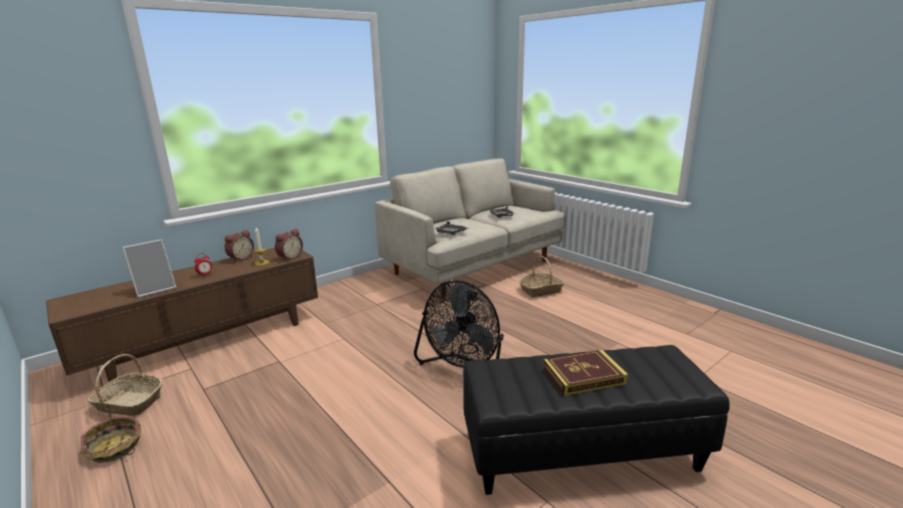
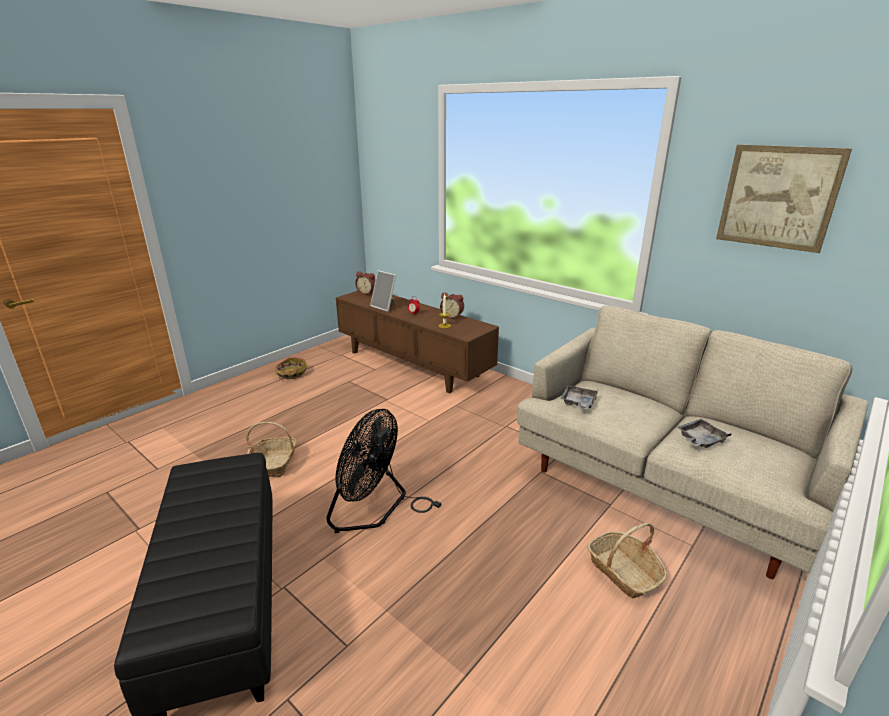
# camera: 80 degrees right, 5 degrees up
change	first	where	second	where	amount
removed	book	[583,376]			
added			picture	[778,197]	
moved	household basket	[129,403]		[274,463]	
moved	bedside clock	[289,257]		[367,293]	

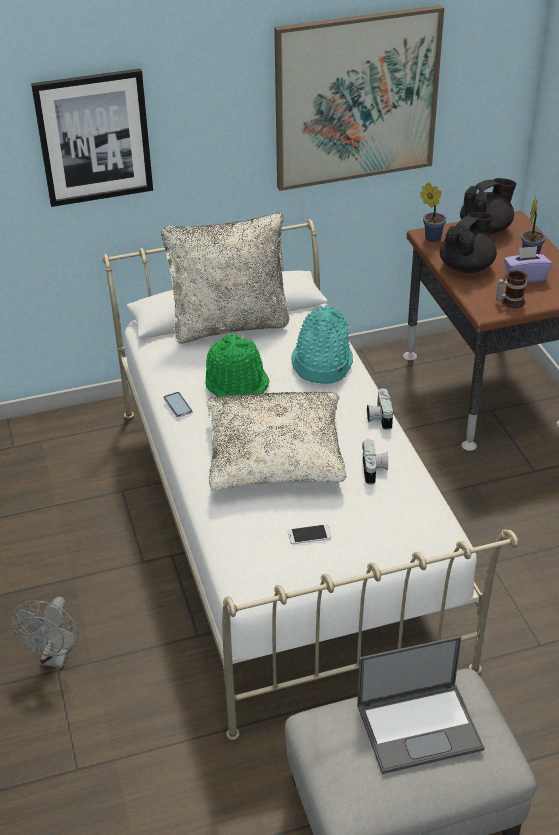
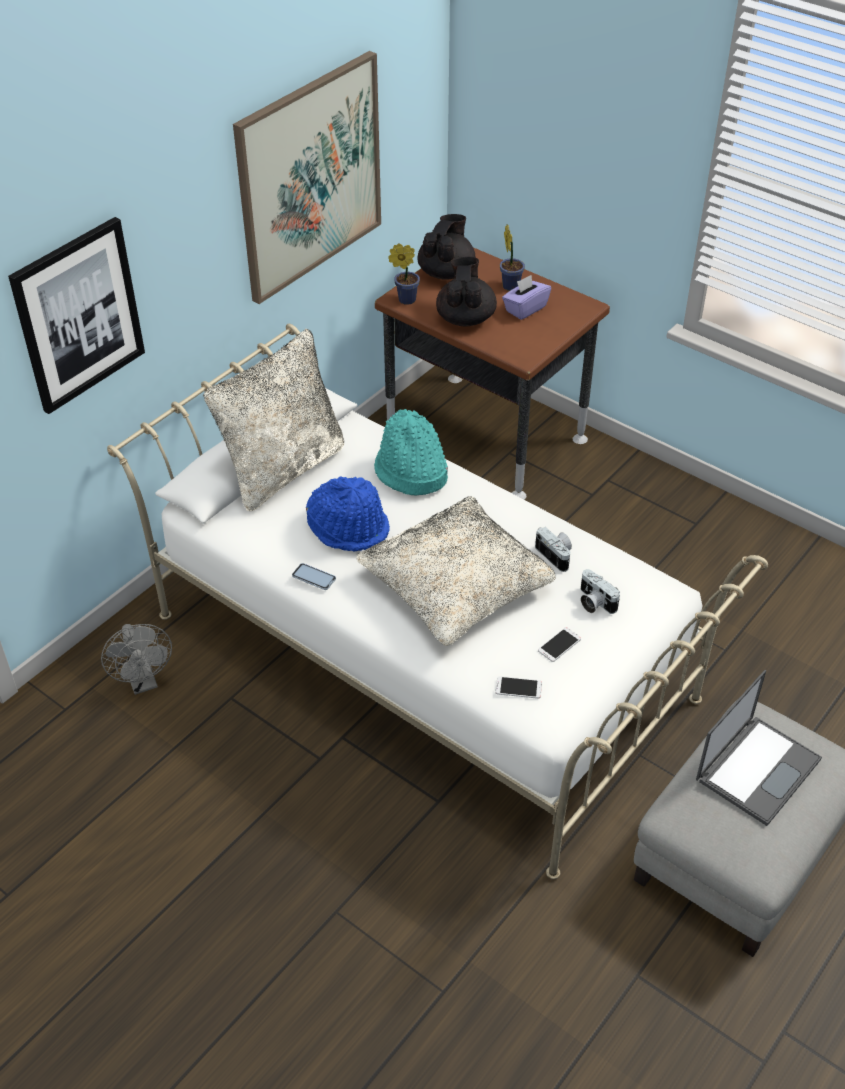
# camera: 35 degrees left, 5 degrees up
change	first	where	second	where	amount
removed	coffee mug	[510,301]			
added			phone	[518,688]	
moved	greyish cooling fan	[56,657]		[143,682]	
moved	photo camera	[378,417]		[594,602]	
recoloured	green-coloured hat	[237,382]	bluish hat	[349,527]	

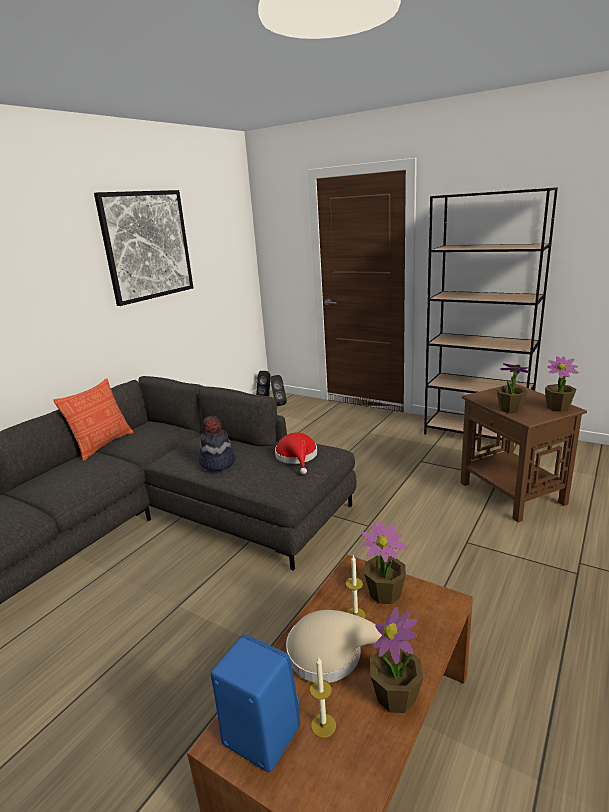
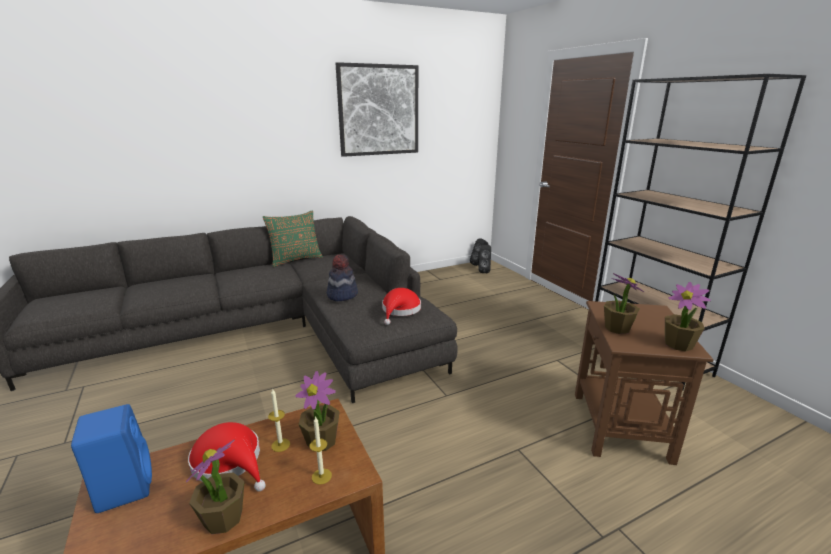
# camera: 30 degrees right, 0 degrees up
change	first	where	second	where	amount
moved	candle	[323,725]		[321,476]	
recoloured	orange cushion	[103,445]	green-coloured cushion	[296,260]	
recoloured	sand-coloured hat	[331,653]	red hat	[230,462]	

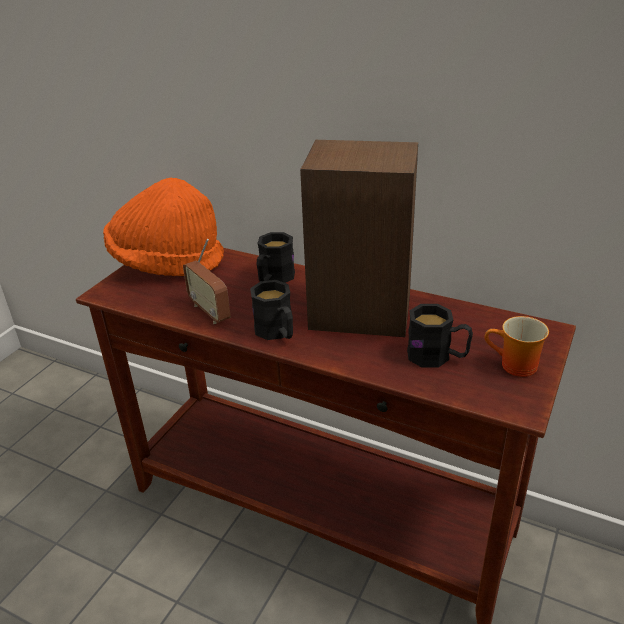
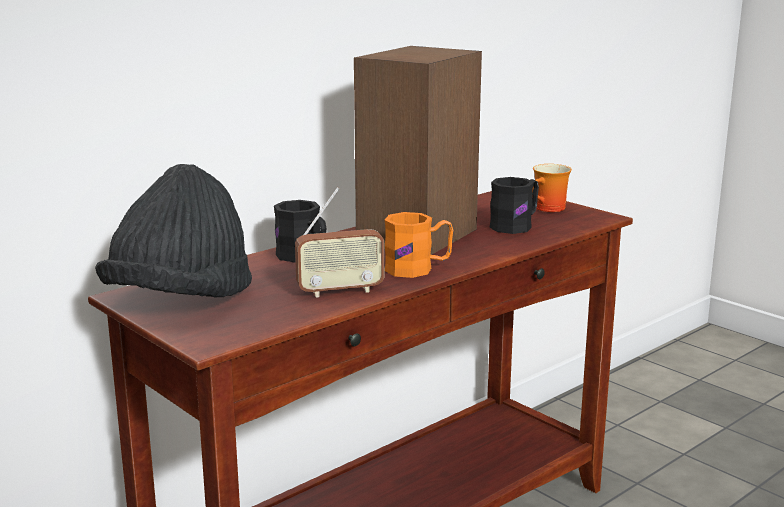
# camera: 70 degrees left, 15 degrees down
change	first	where	second	where	amount
recoloured	orange hat	[167,263]	black-coloured hat	[181,301]	
recoloured	black-coloured coffee mug	[277,332]	orange coffee mug	[418,268]	

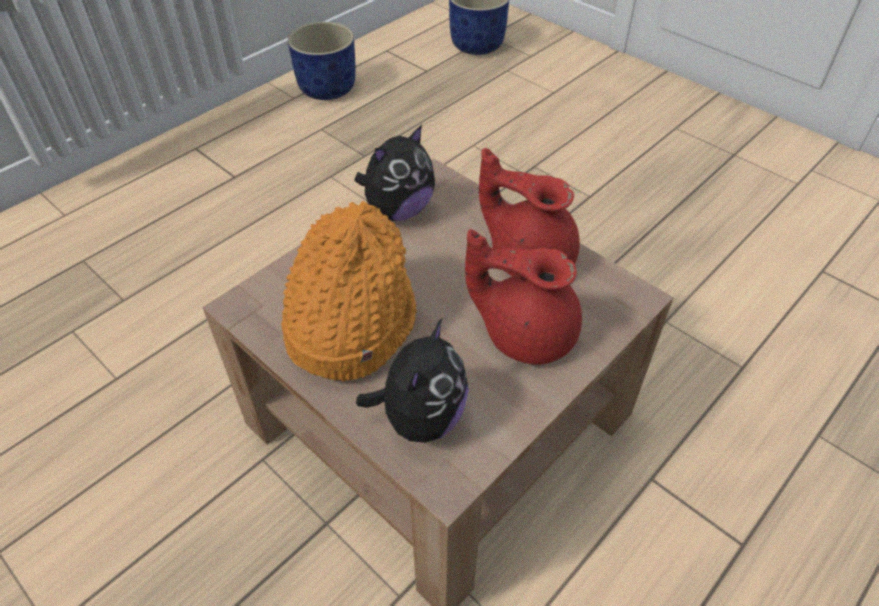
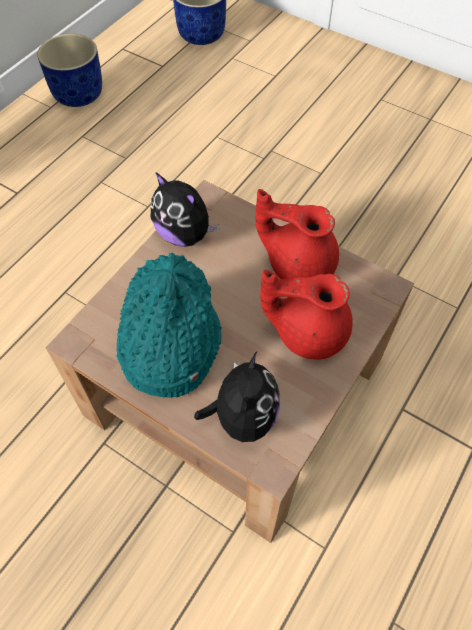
# camera: 10 degrees left, 10 degrees up
change	first	where	second	where	amount
recoloured	orange hat	[349,321]	blue-green hat	[168,342]	
turned	soft toy	[398,210]		[184,234]	90 degrees clockwise

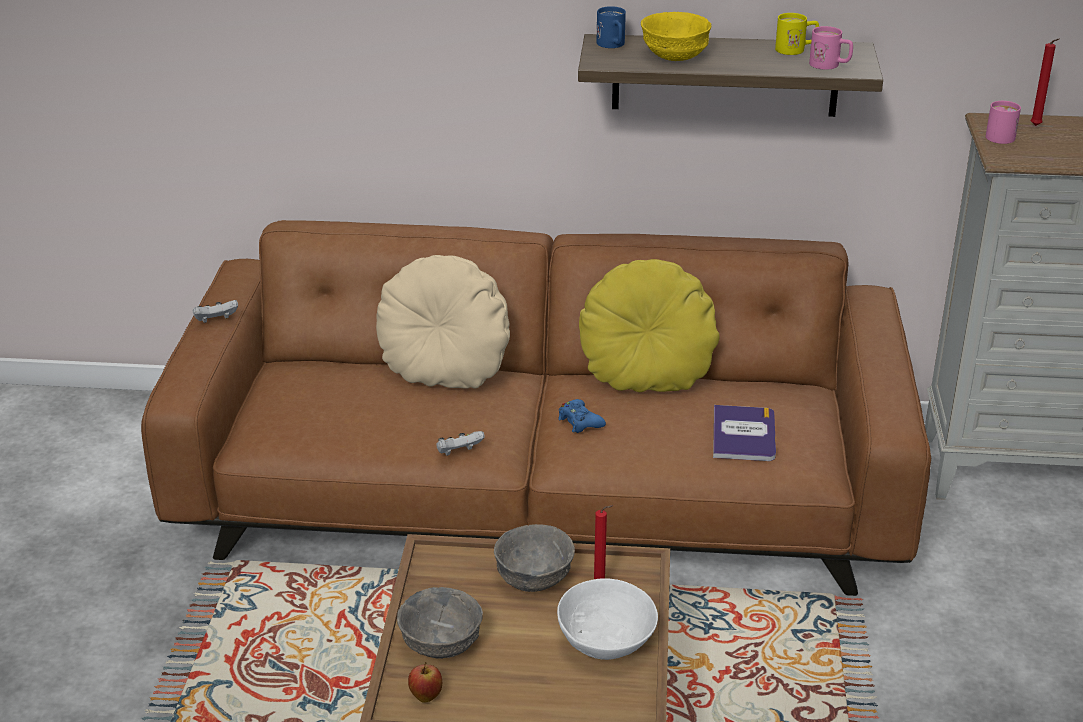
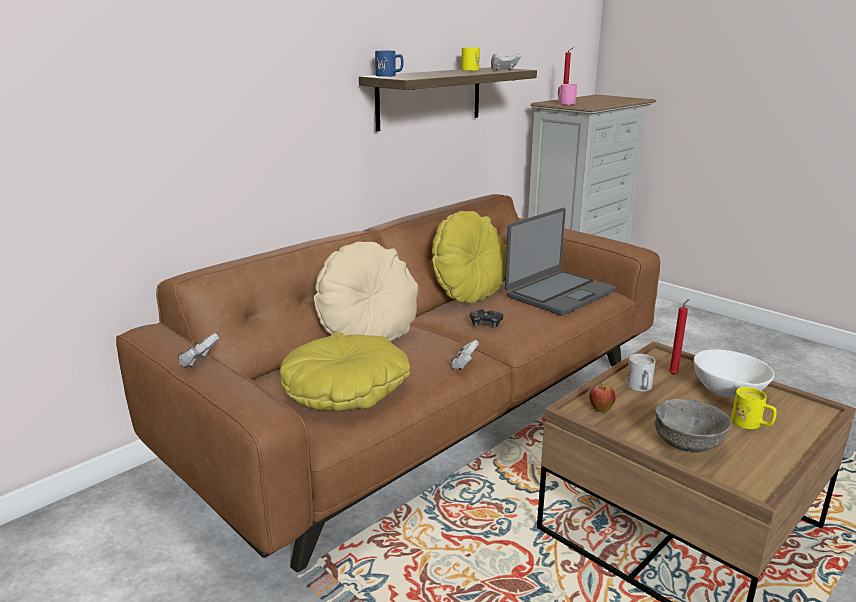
# camera: 50 degrees left, 10 degrees down
change	first	where	second	where	amount
removed	yellow-coloured deep dish	[675,55]			
added			yellow-coloured cushion	[343,388]	
added			yellow-coloured coffee mug	[751,424]	
moved	apple	[426,696]		[600,409]	
replaced	greyish deep dish	[534,579]	whitish coffee mug	[640,388]	
replaced	book	[744,434]	laptop	[559,293]	
replaced	pink-coloured coffee mug	[830,65]	whitish game controller	[504,70]	
recoloured	bluish game controller	[579,422]	black-coloured game controller	[485,323]	

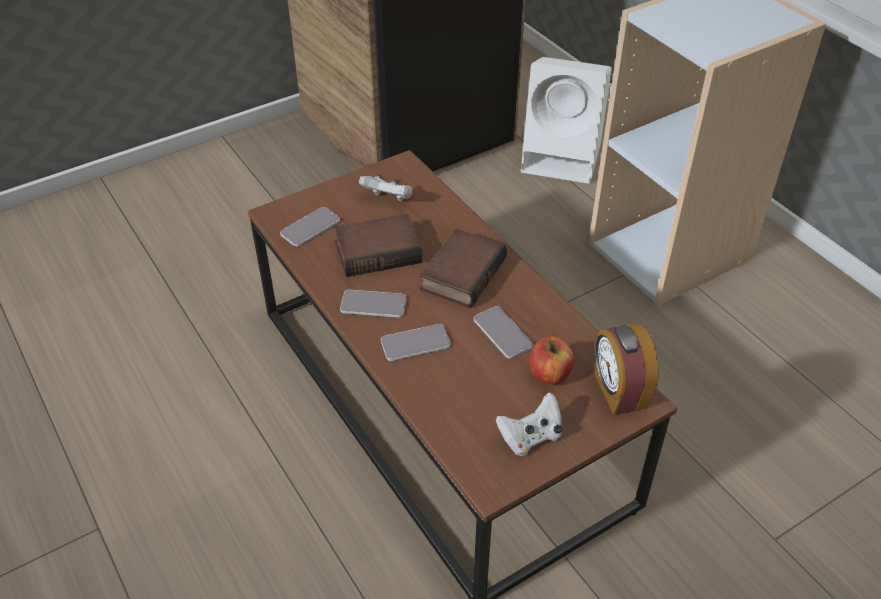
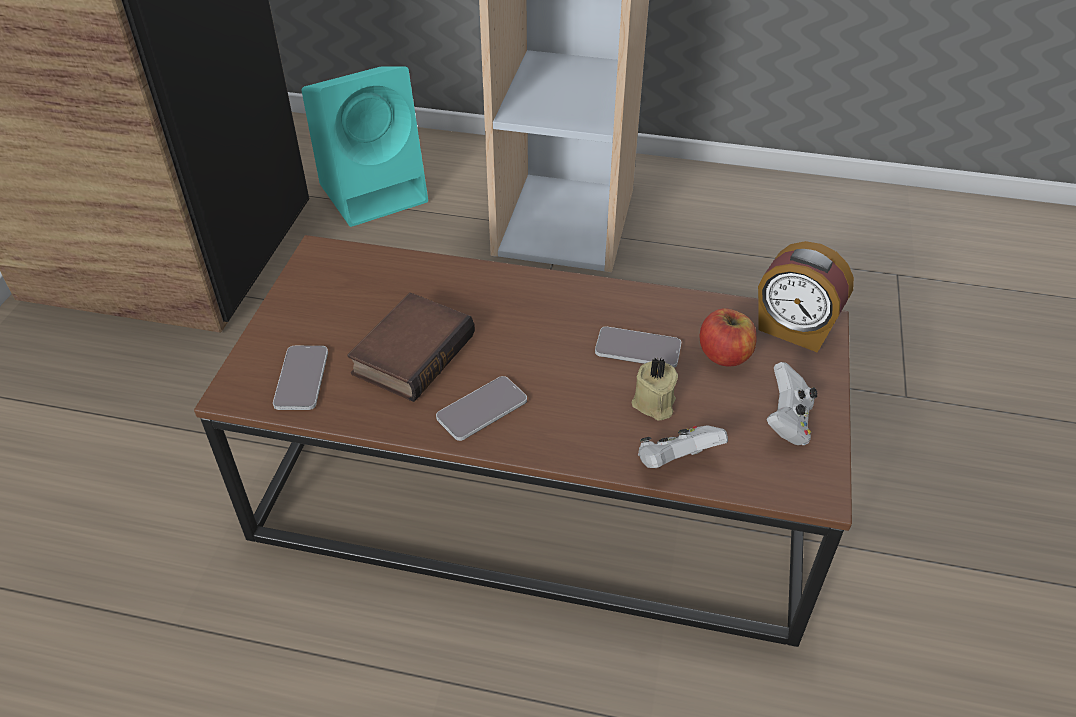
# camera: 45 degrees left, 0 degrees up
change	first	where	second	where	amount
removed	phone	[415,343]			
removed	book	[461,273]			
added			sand-coloured candle	[654,404]	
moved	whitish game controller	[388,199]		[676,462]	
recoloured	whitish speaker	[564,158]	blue-green speaker	[376,192]	

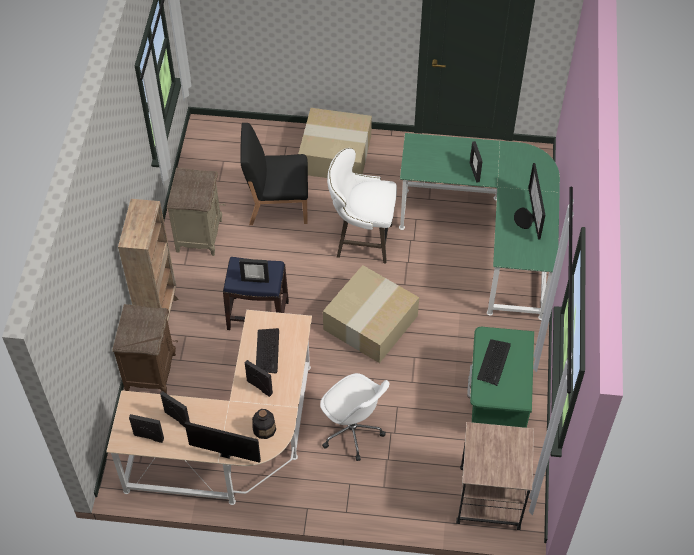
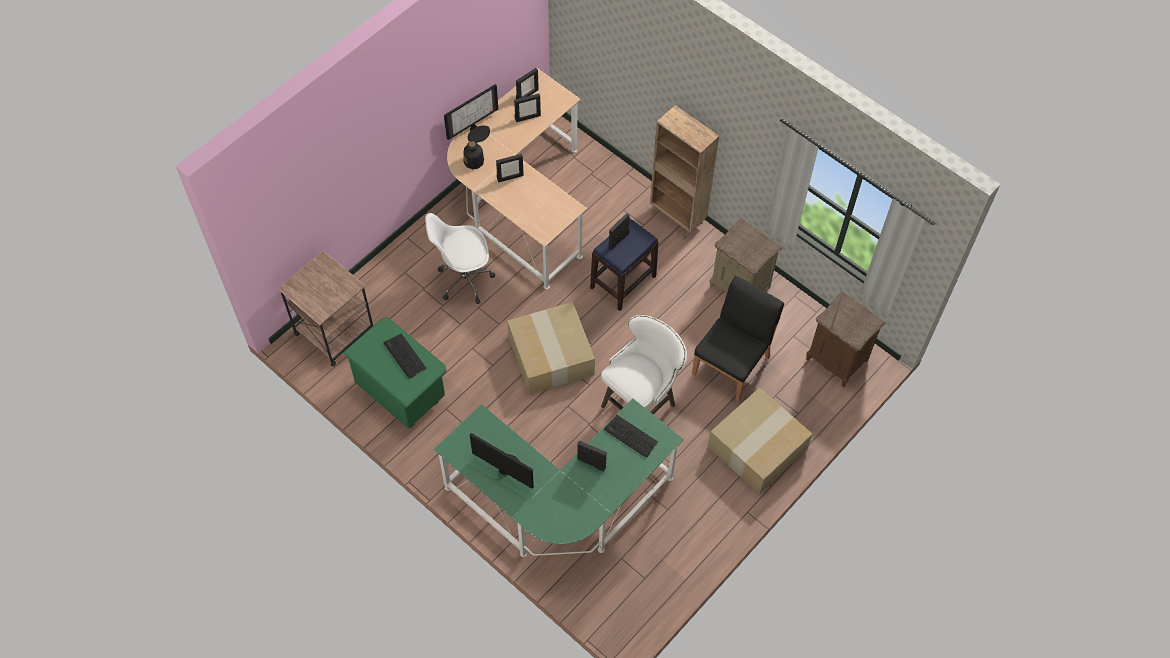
# camera: 125 degrees right, 5 degrees up
change	first	where	second	where	amount
moved	brown-coloured night table	[152,372]		[836,361]	
moved	keyboard	[267,351]		[630,436]	

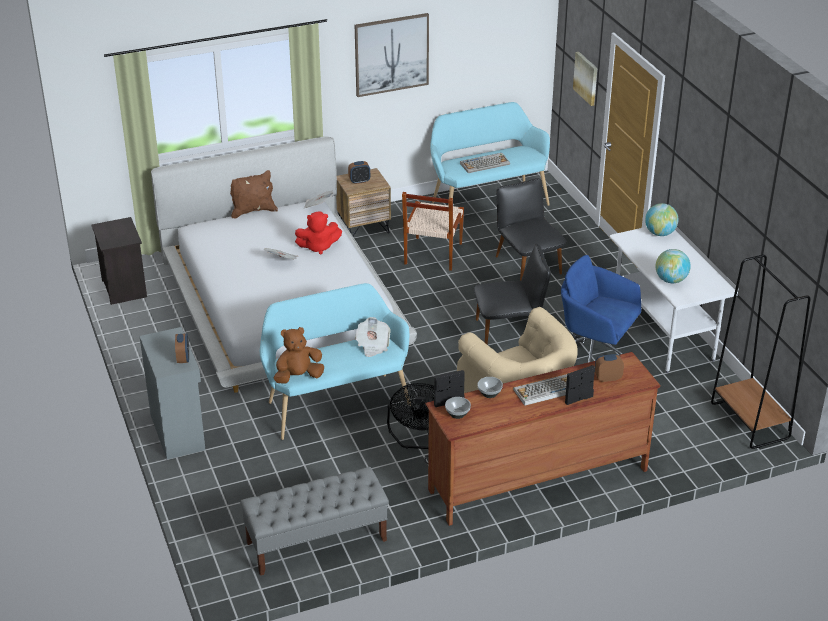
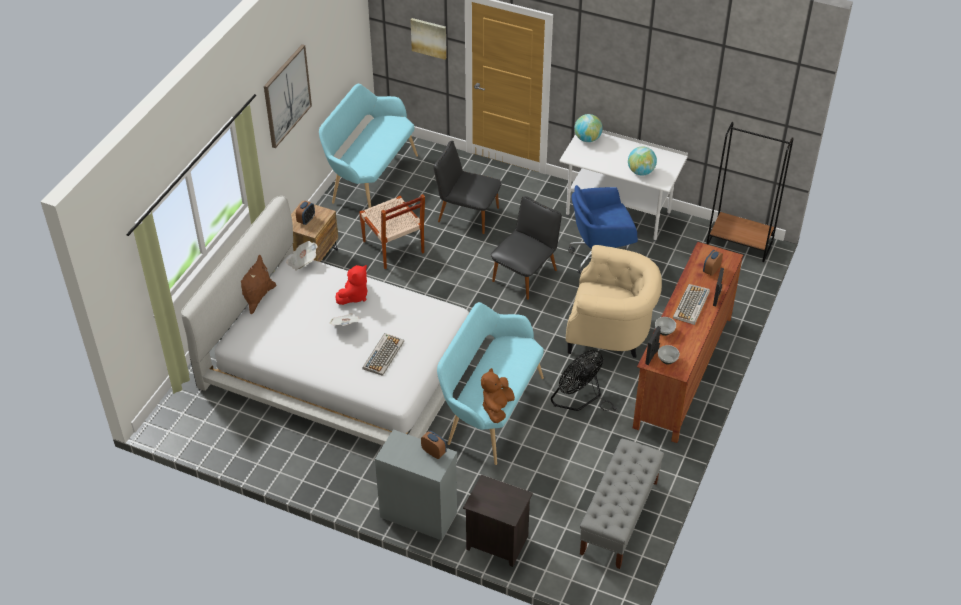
# camera: 45 degrees left, 10 degrees up
change	first	where	second	where	amount
removed	newspaper	[373,345]			
moved	black-coloured night table	[123,288]		[496,543]	
moved	keyboard	[485,163]		[383,354]	

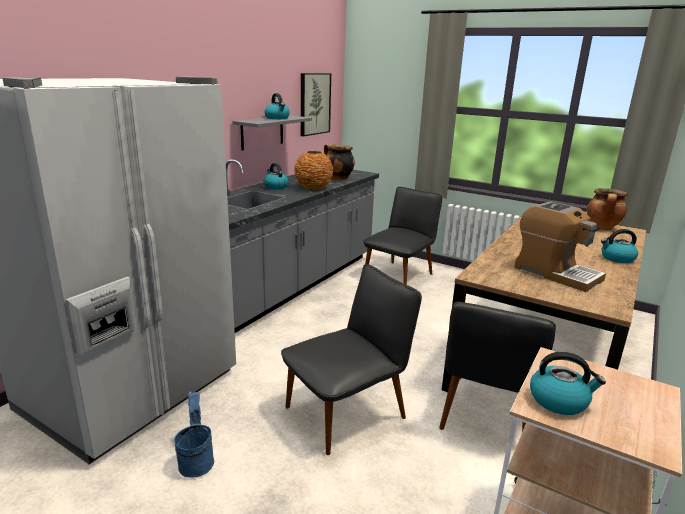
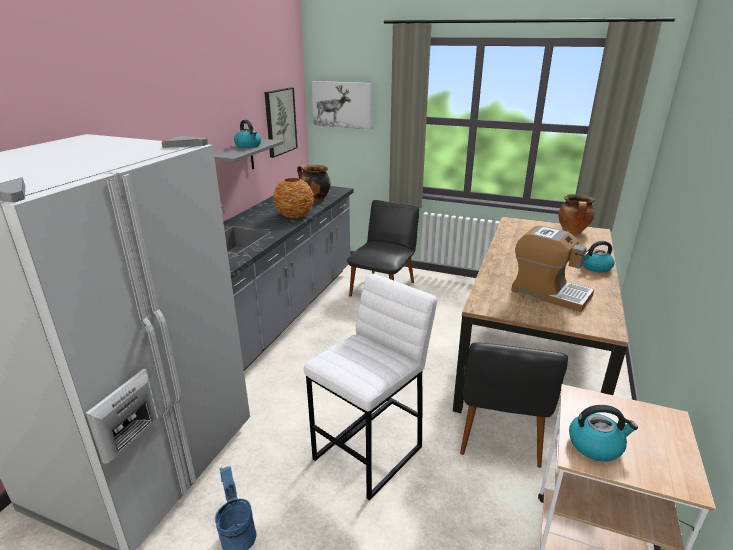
# camera: 10 degrees left, 5 degrees up
change	first	where	second	where	amount
removed	kettle	[275,187]			
added			picture	[342,104]	
replaced	black-coloured plain chair	[345,412]	whitish stool	[369,451]	

